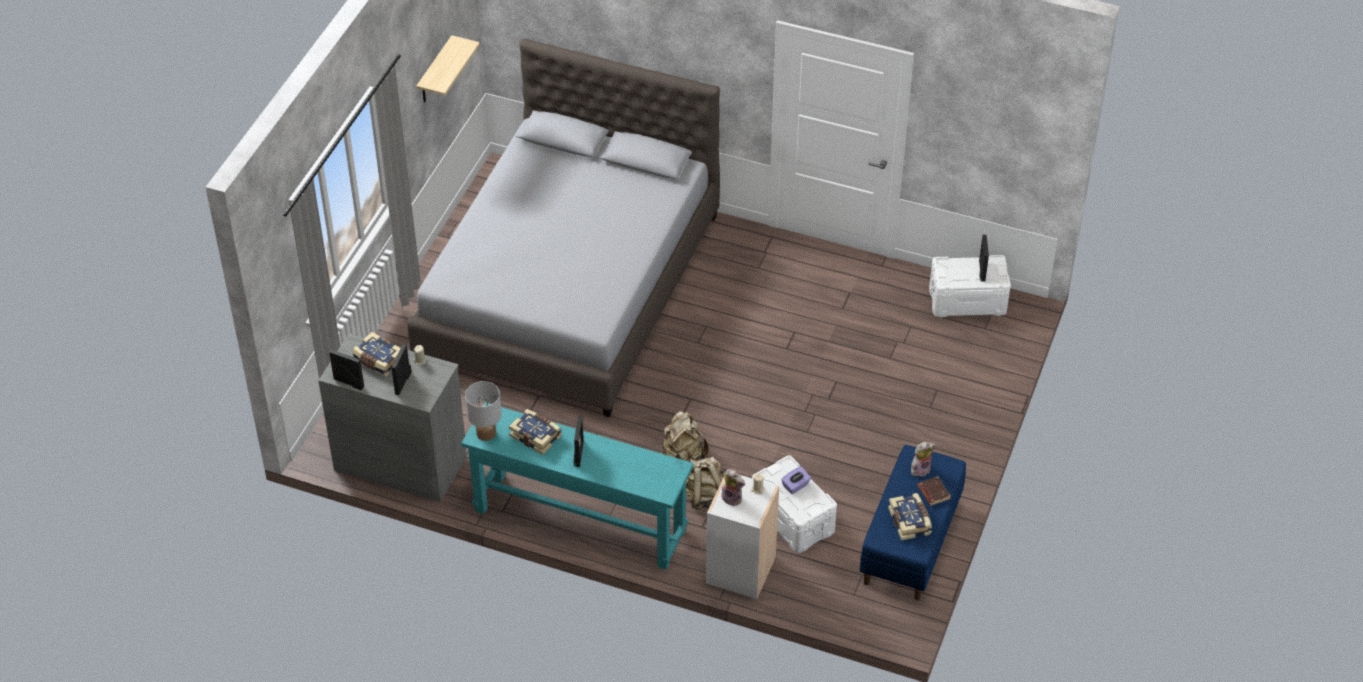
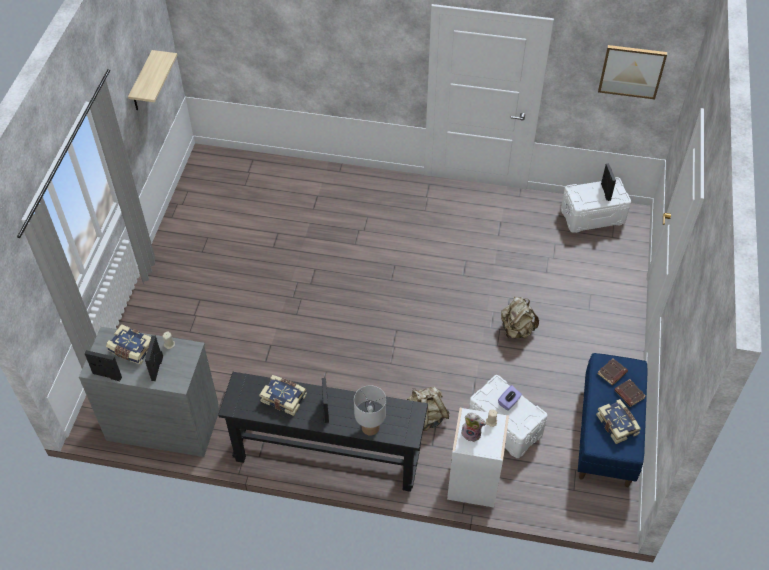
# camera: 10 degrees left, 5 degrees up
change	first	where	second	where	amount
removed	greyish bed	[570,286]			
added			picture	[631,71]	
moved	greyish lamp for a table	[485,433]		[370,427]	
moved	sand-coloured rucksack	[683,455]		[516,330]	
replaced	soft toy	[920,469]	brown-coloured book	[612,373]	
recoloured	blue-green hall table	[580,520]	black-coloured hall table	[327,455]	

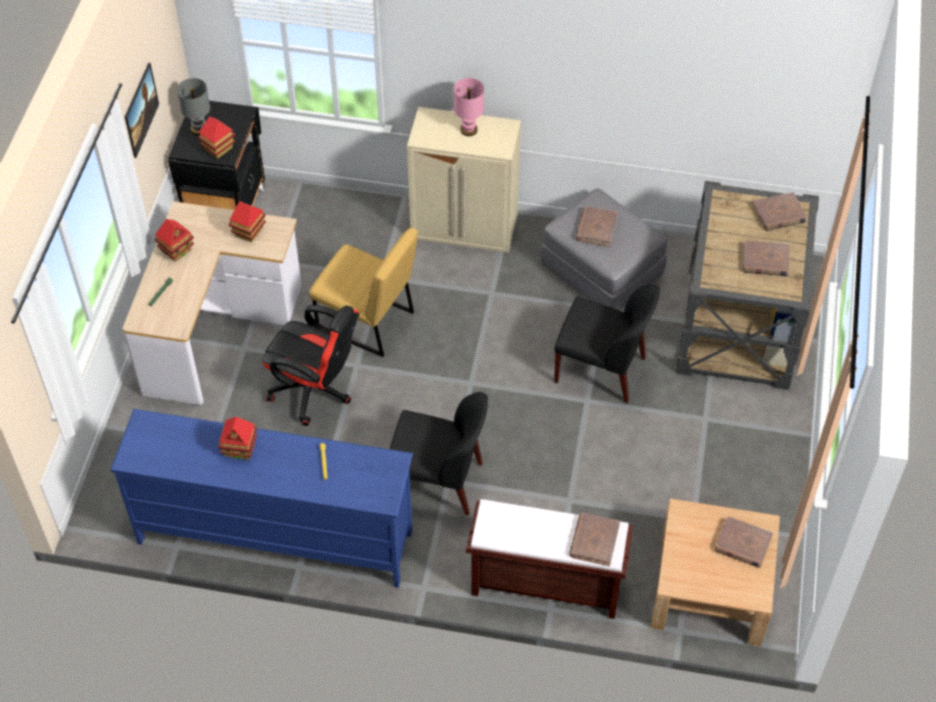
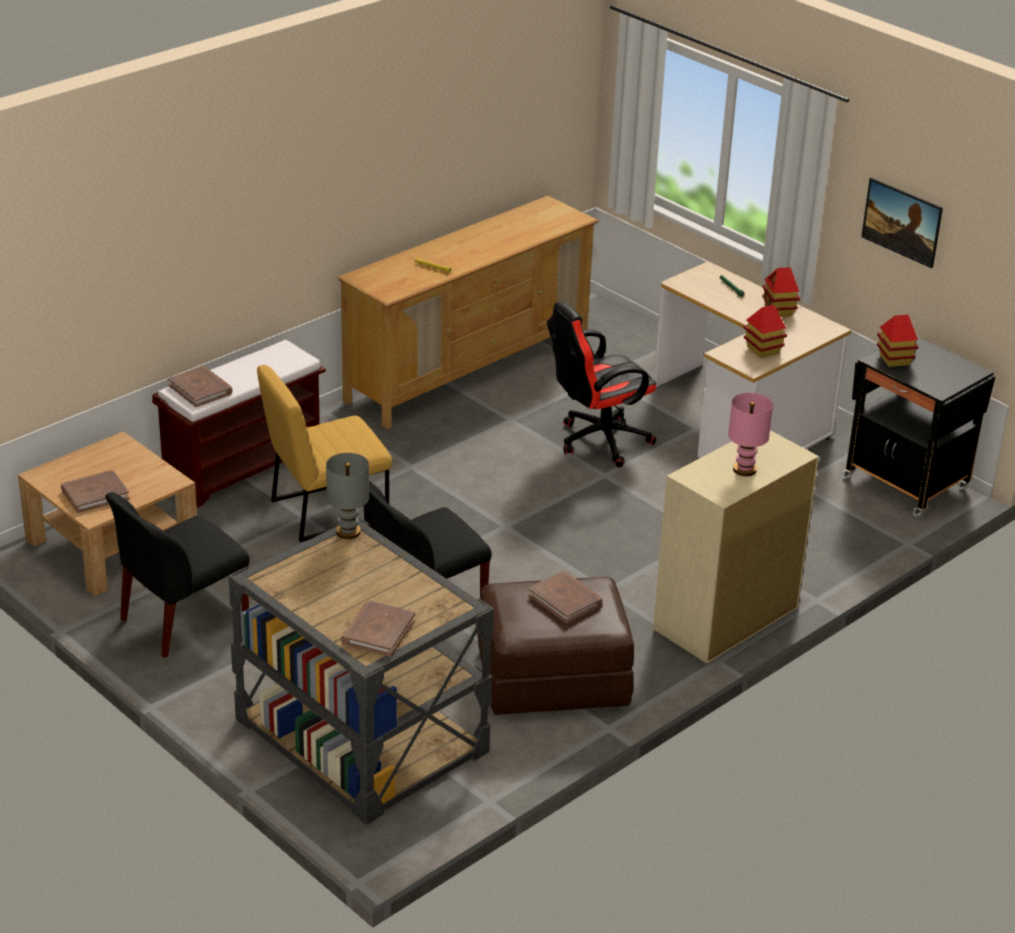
# camera: 125 degrees right, 20 degrees down
change	first	where	second	where	amount
removed	miniature house	[240,449]			
removed	brown-coloured book	[765,261]			
moved	greyish lamp for a table	[199,129]		[347,532]	
moved	yellow-coloured plain chair	[367,321]		[326,510]	
moved	black-coloured plain chair	[439,482]		[181,620]	
recoloured	bluish drawer chest	[275,535]	brown-coloured drawer chest	[468,370]	
recoloured	greyish ottoman	[602,271]	brown-coloured ottoman	[552,679]	

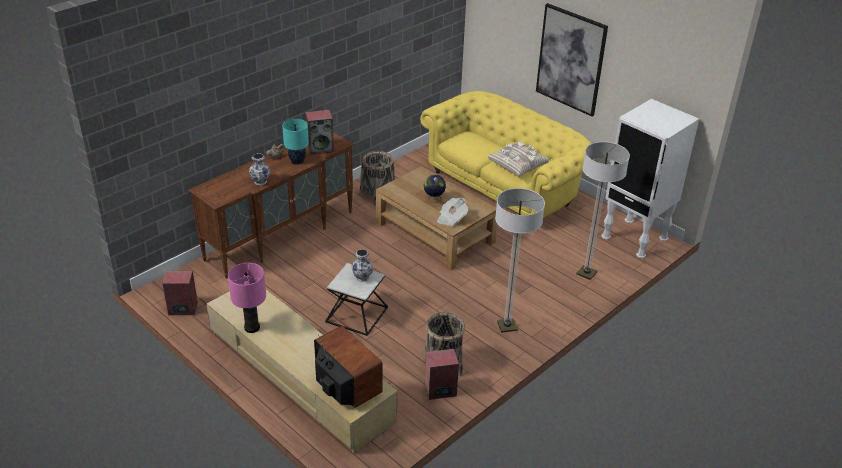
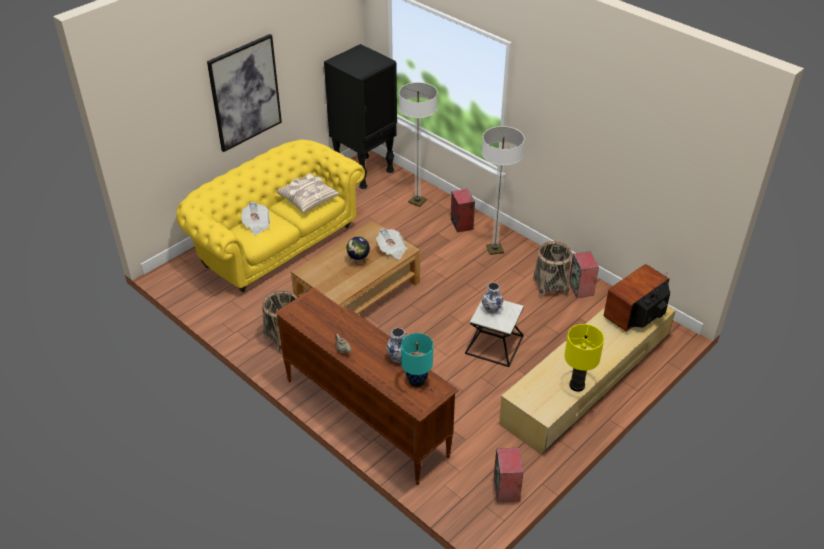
# camera: 90 degrees left, 5 degrees up
change	first	where	second	where	amount
added			newspaper	[256,225]	
moved	blue-green lamp for a table	[297,161]		[416,381]	
moved	speaker	[320,148]		[461,224]	
recoloured	pink-coloured lamp for a table	[251,327]	yellow-coloured lamp for a table	[577,386]	
recoloured	whitish cabinet	[634,238]	black-coloured cabinet	[365,171]	

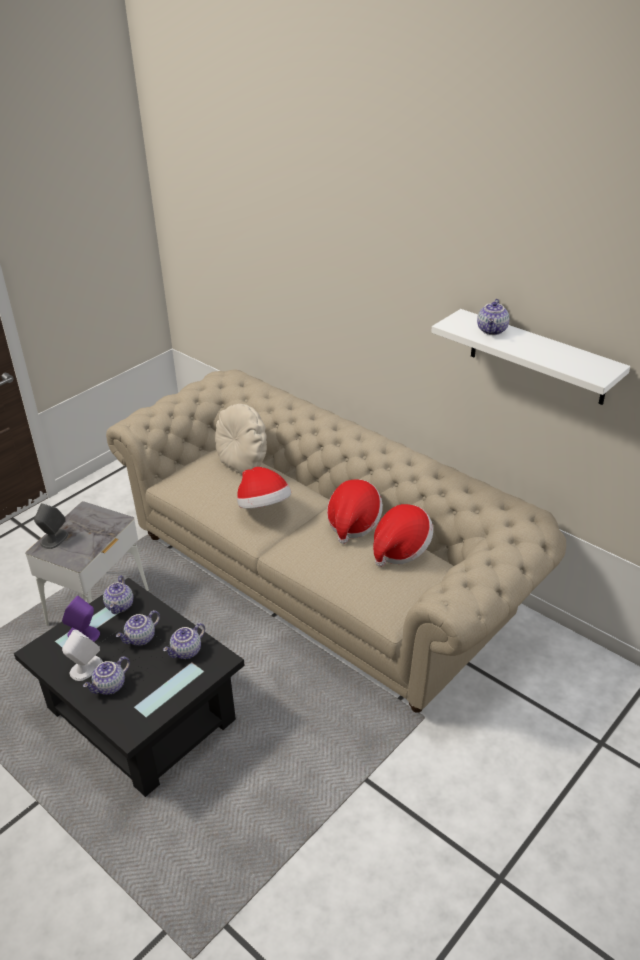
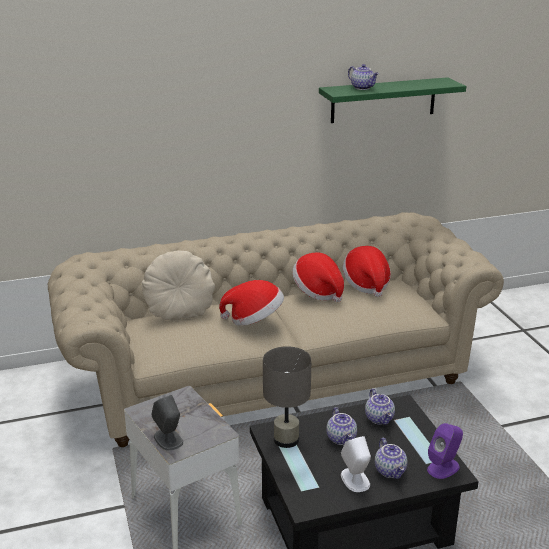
# camera: 60 degrees left, 10 degrees down
change	first	where	second	where	amount
moved	purple-coloured speaker	[84,634]		[443,468]	
replaced	teapot	[120,605]	greyish lamp for a table	[286,439]	
recoloured	whitish wall shelf	[537,357]	green-coloured wall shelf	[383,100]	

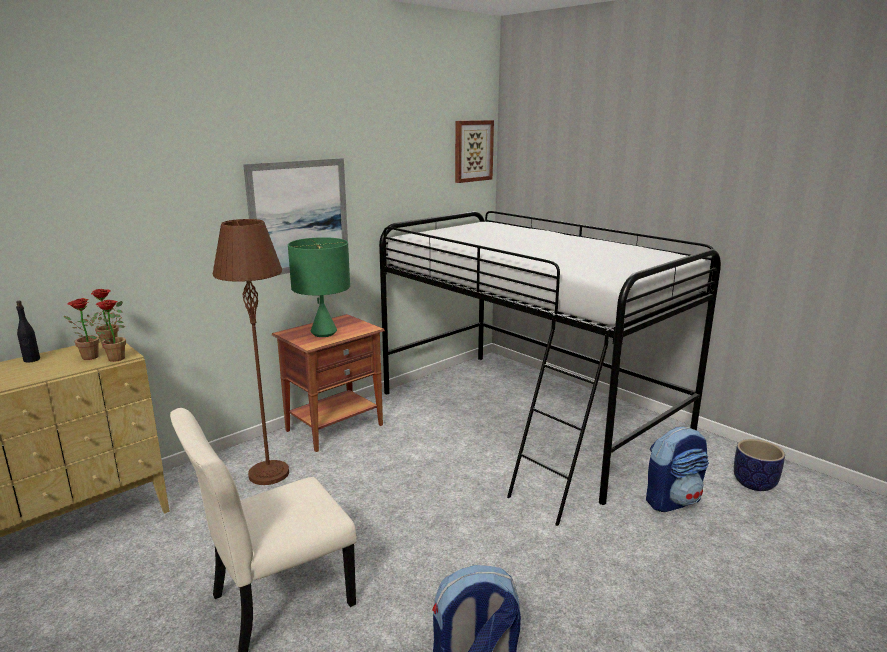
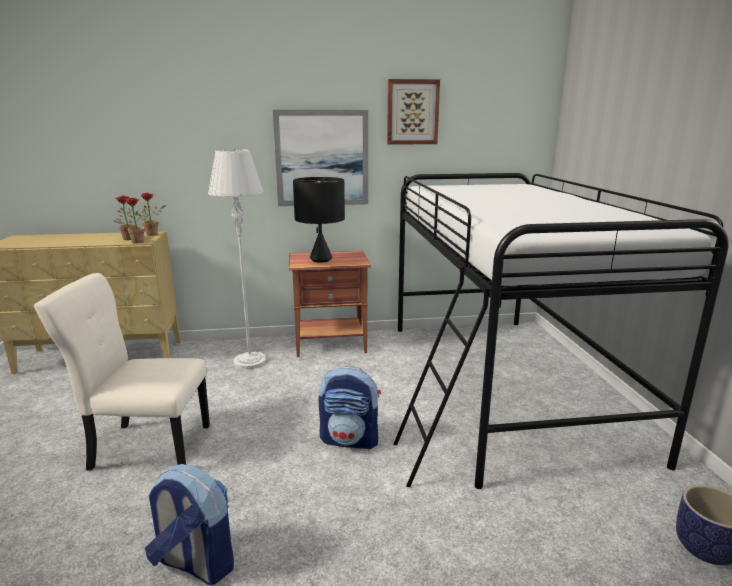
# camera: 35 degrees right, 0 degrees up
change	first	where	second	where	amount
removed	black-coloured drink bottle	[31,360]			
moved	picture	[472,151]		[412,112]	
moved	rucksack	[673,500]		[350,440]	
recoloured	brown-coloured floor lamp	[269,473]	greyish floor lamp	[250,361]	
recoloured	green-coloured lamp for a table	[324,333]	black-coloured lamp for a table	[321,260]	

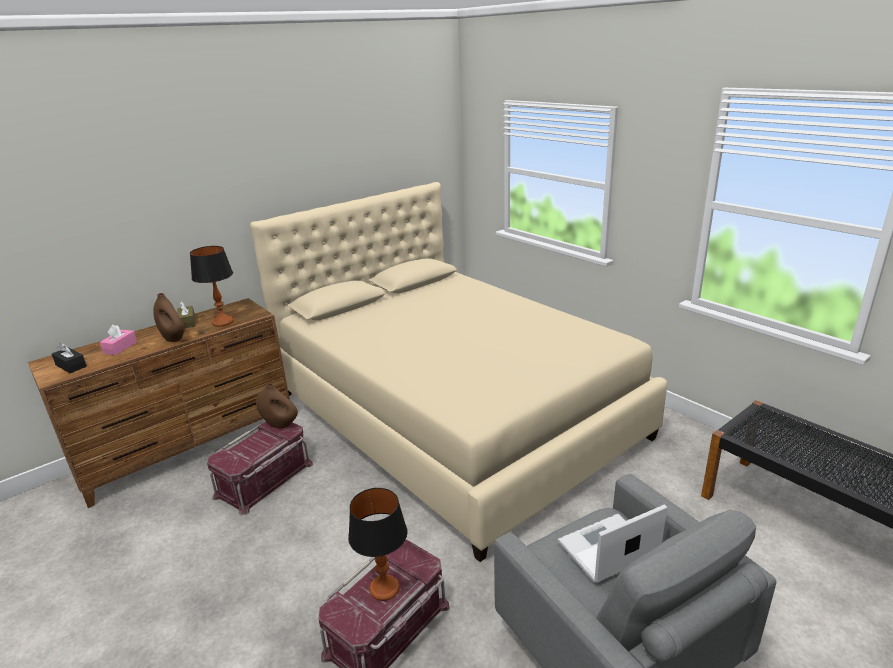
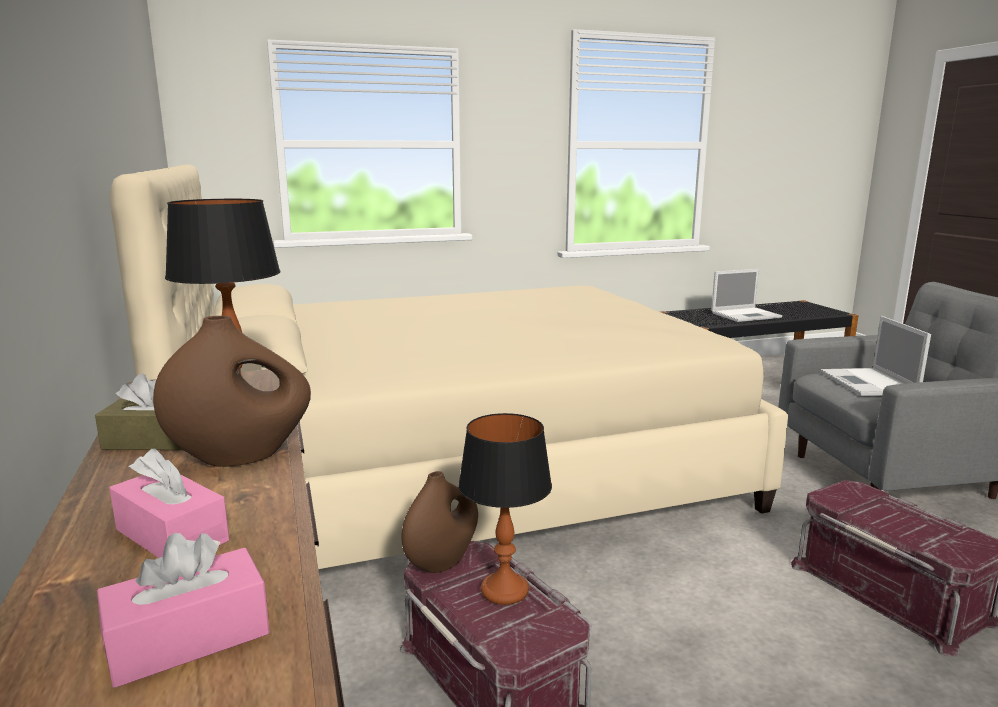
# camera: 70 degrees left, 10 degrees down
change	first	where	second	where	amount
added			laptop	[746,315]	
moved	lamp for a table	[384,589]		[505,590]	
recoloured	black-coloured tissue holder	[71,366]	pink-coloured tissue holder	[189,638]	

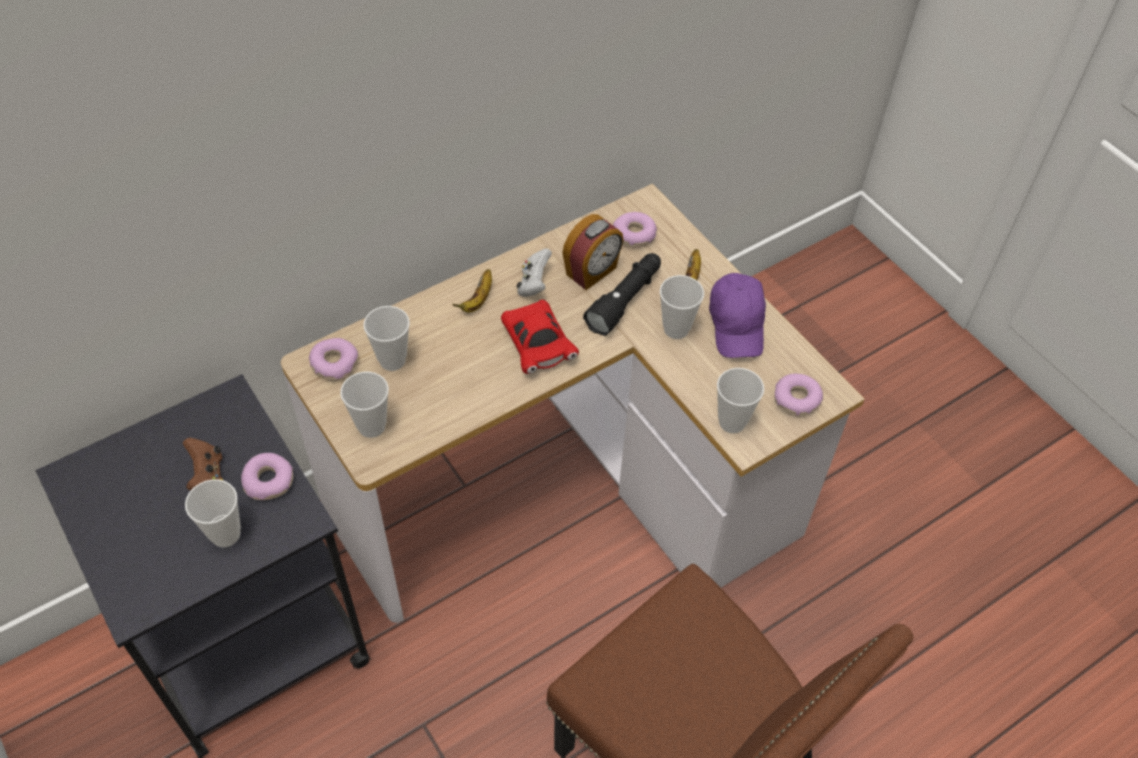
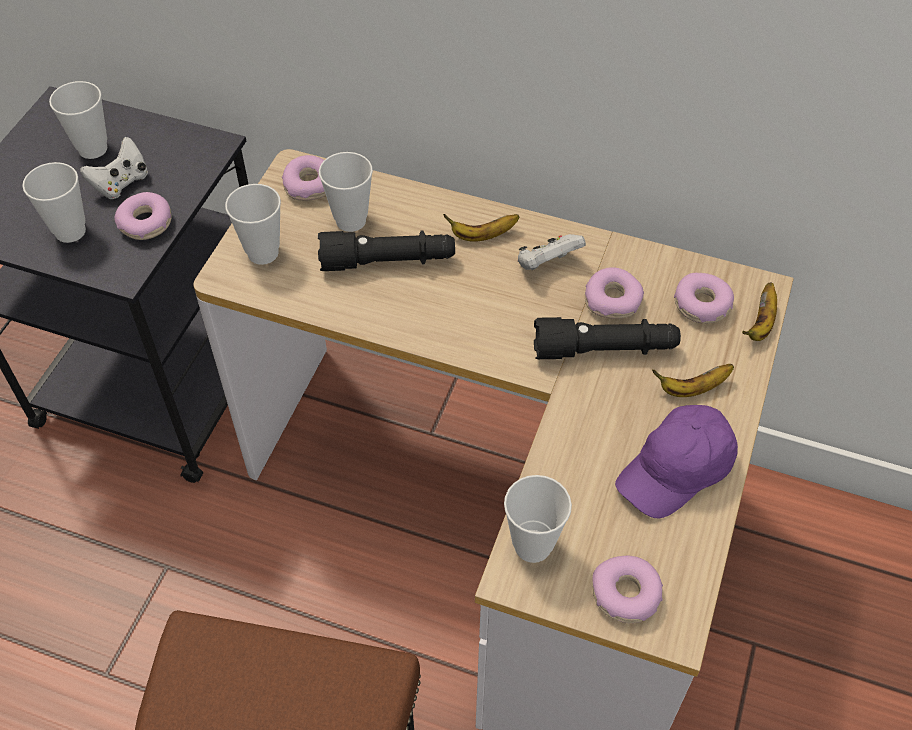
# camera: 55 degrees right, 0 degrees up
change	first	where	second	where	amount
removed	red toy car	[537,346]			
added			black-coloured flashlight	[388,262]	
added			banana fruit	[760,324]	
moved	small cup	[676,329]		[93,149]	
replaced	bedside clock	[592,272]	ring doughnut	[613,300]	
recoloured	brown-coloured game controller	[208,476]	whitish game controller	[121,183]	

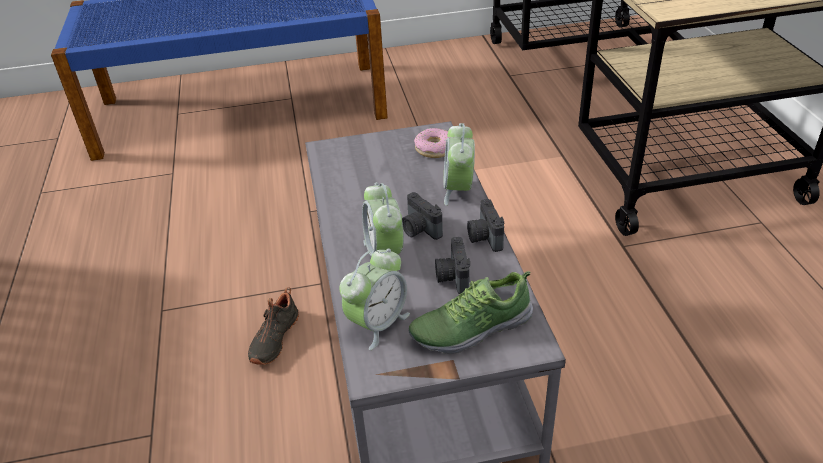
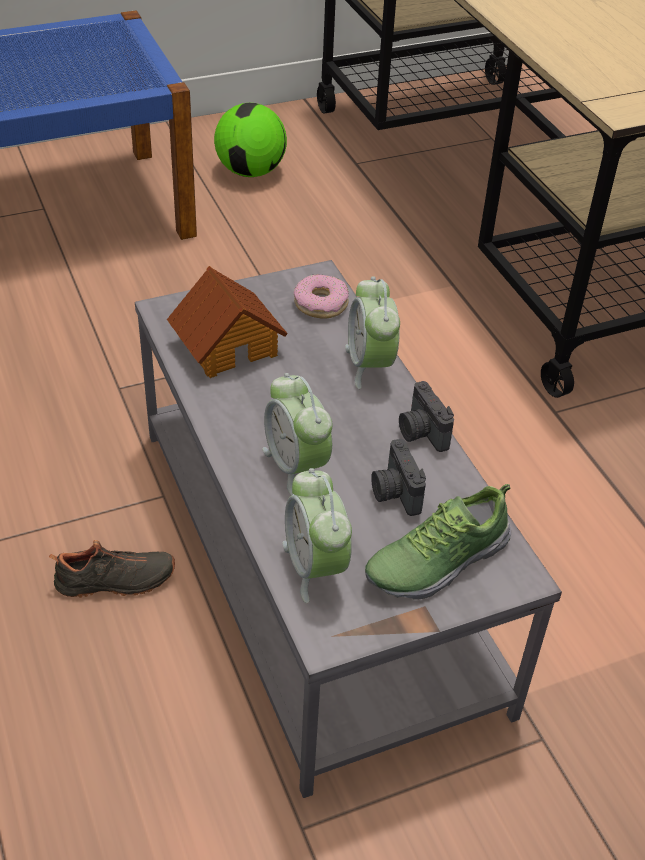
# camera: 15 degrees left, 5 degrees up
change	first	where	second	where	amount
removed	photo camera	[419,229]			
added			miniature house	[227,345]	
added			ball for football	[251,171]	
turned	black-coloured shoe	[273,338]		[115,582]	105 degrees counterclockwise
turned	bedside clock	[377,324]		[315,567]	135 degrees clockwise

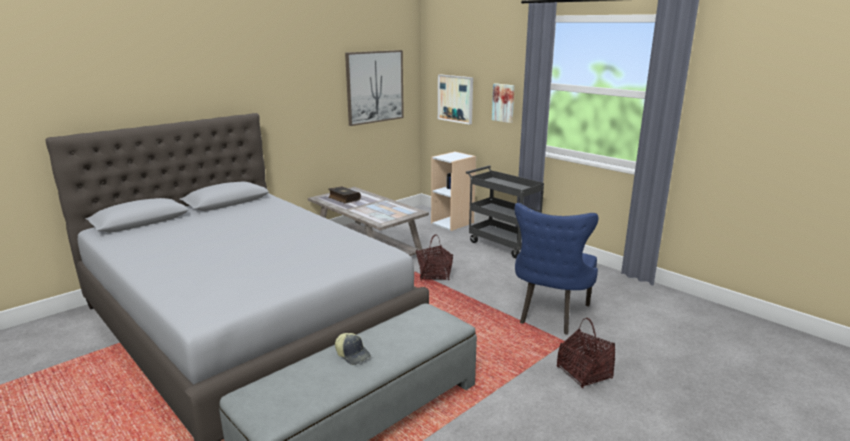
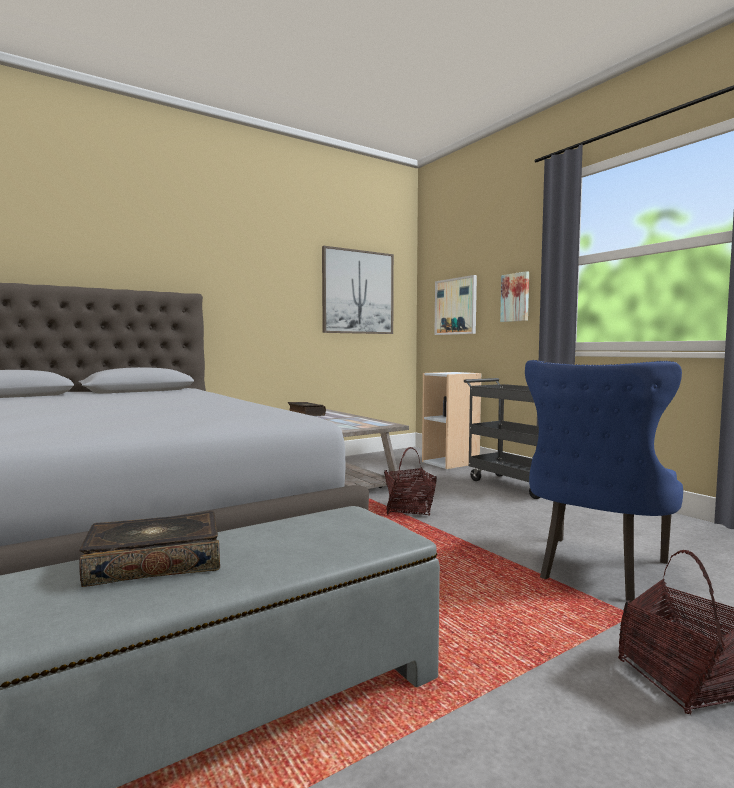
# camera: 10 degrees right, 15 degrees down
change	first	where	second	where	amount
replaced	cap	[353,354]	book	[155,564]	

